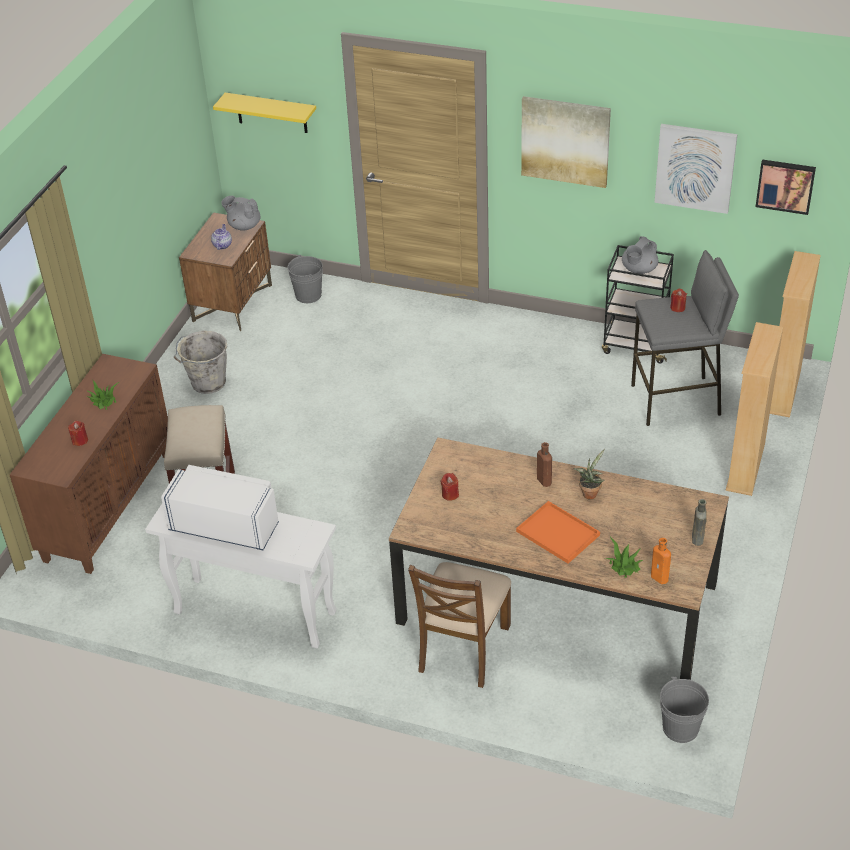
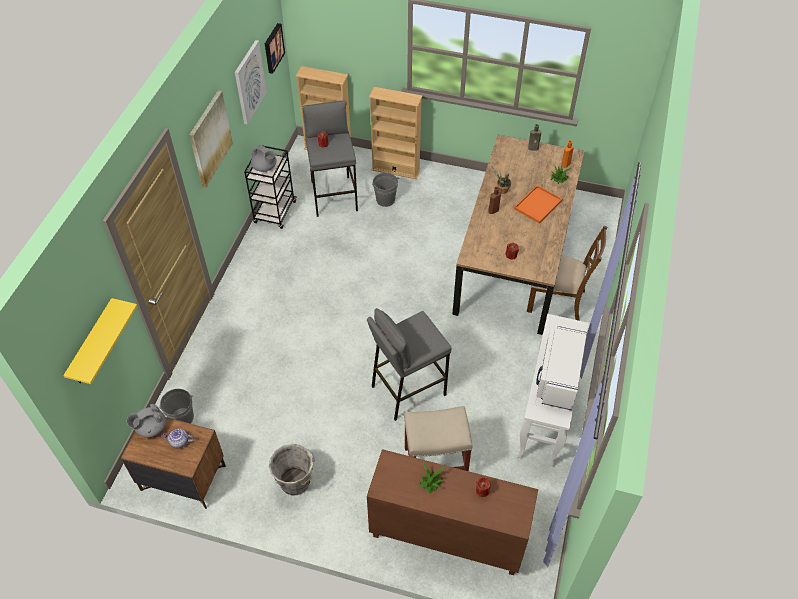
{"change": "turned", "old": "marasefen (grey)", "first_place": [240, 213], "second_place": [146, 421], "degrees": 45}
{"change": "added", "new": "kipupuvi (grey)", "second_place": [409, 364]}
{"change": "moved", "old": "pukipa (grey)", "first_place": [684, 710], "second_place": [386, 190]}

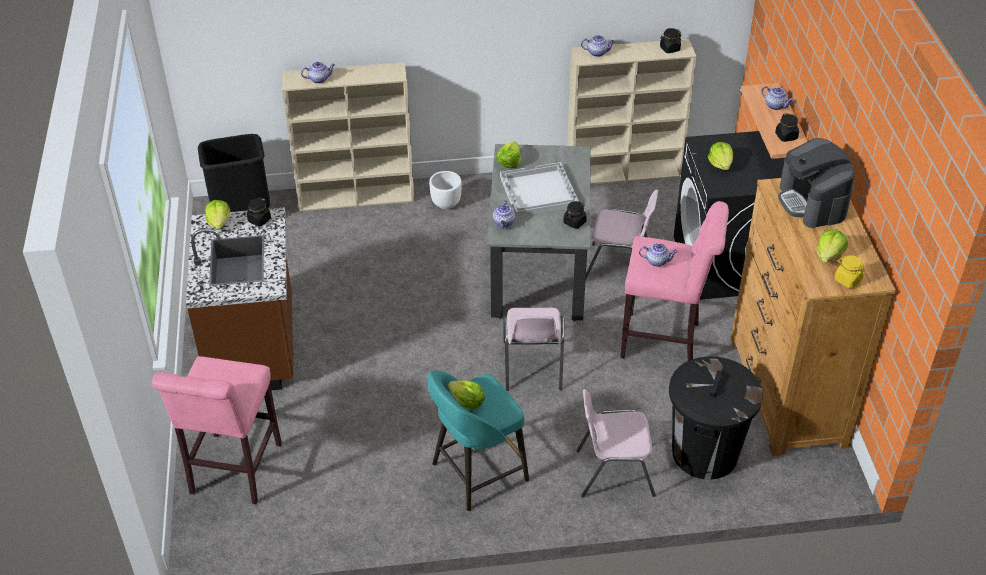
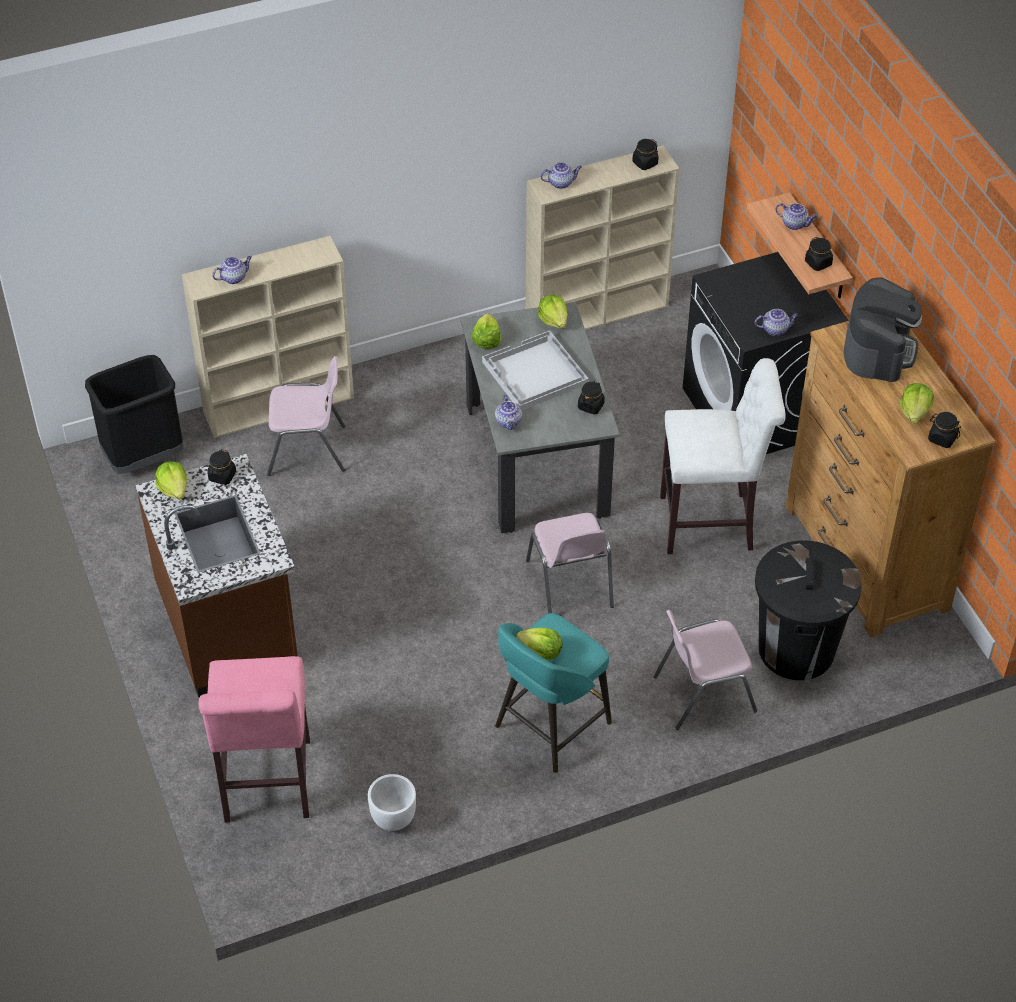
{"change": "moved", "old": "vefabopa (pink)", "first_place": [622, 234], "second_place": [306, 416]}
{"change": "moved", "old": "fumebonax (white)", "first_place": [445, 190], "second_place": [392, 802]}
{"change": "moved", "old": "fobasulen", "first_place": [720, 156], "second_place": [553, 312]}
{"change": "recoloured", "old": "kipupuvi (pink)", "new": "kipupuvi (white)", "first_place": [674, 281], "second_place": [723, 456]}
{"change": "moved", "old": "marasefen", "first_place": [658, 255], "second_place": [777, 322]}
{"change": "turned", "old": "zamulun", "first_place": [816, 183], "second_place": [883, 329], "degrees": -135}
{"change": "recoloured", "old": "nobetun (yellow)", "new": "nobetun (black)", "first_place": [849, 271], "second_place": [944, 430]}

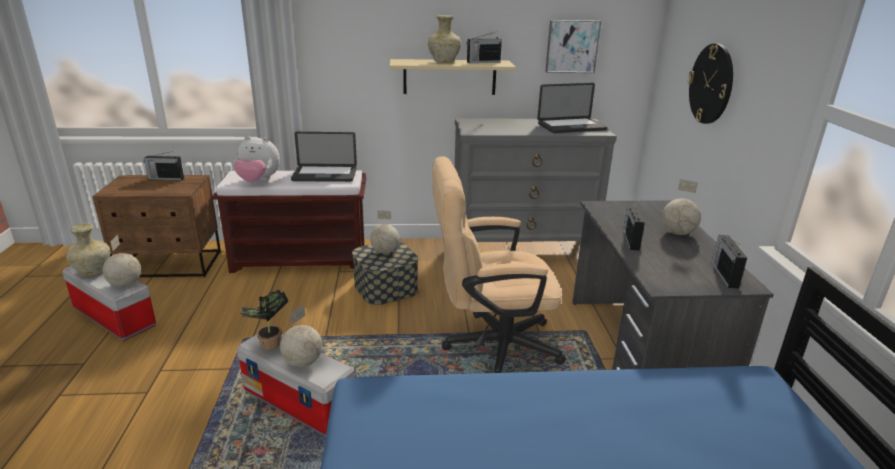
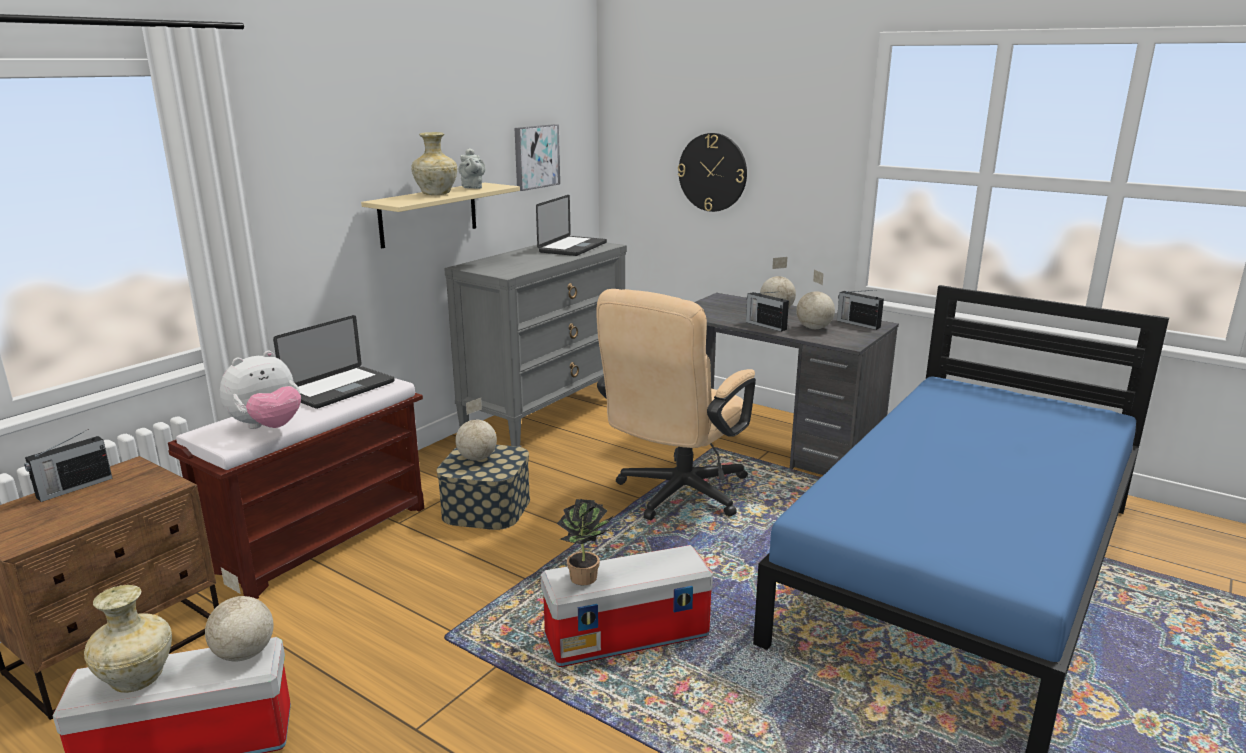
{"change": "replaced", "old": "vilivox", "new": "marasefen (grey)", "first_place": [484, 48], "second_place": [472, 168]}
{"change": "moved", "old": "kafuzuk", "first_place": [301, 336], "second_place": [815, 299]}

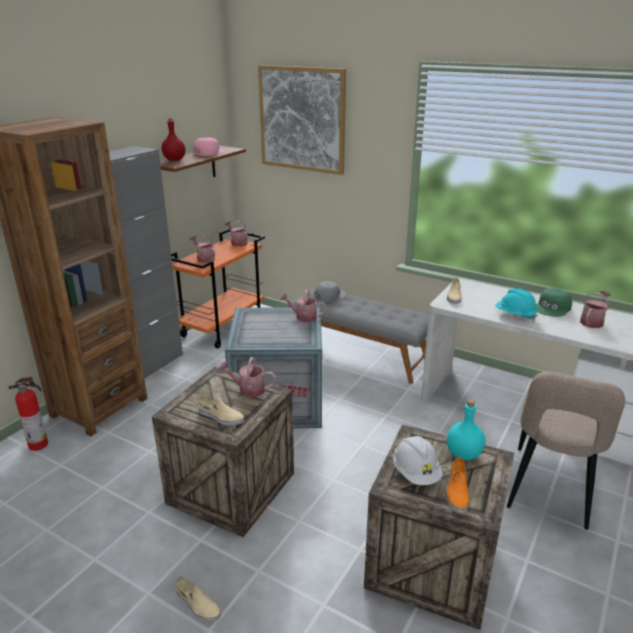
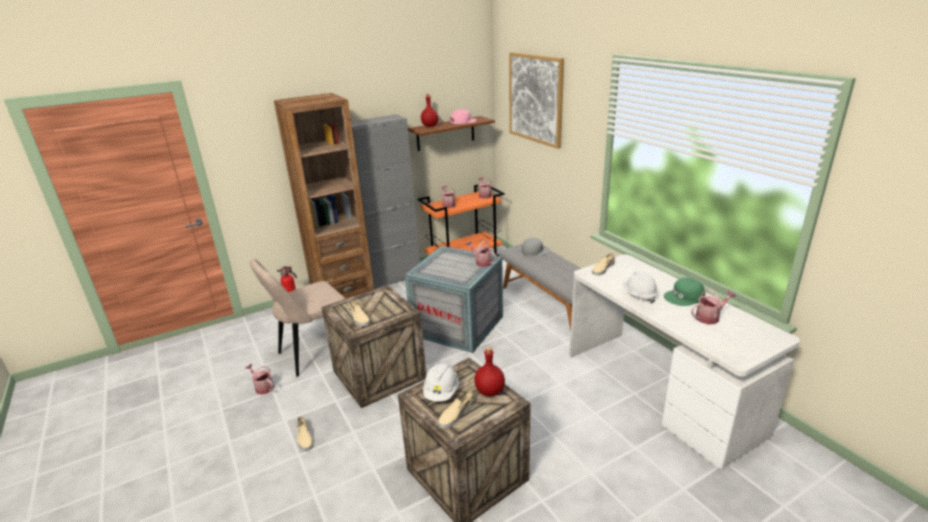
{"change": "moved", "old": "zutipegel", "first_place": [247, 377], "second_place": [259, 379]}
{"change": "moved", "old": "vefabopa (beige)", "first_place": [566, 450], "second_place": [298, 318]}
{"change": "recoloured", "old": "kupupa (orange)", "new": "kupupa (beige)", "first_place": [457, 485], "second_place": [456, 409]}
{"change": "recoloured", "old": "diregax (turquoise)", "new": "diregax (red)", "first_place": [465, 430], "second_place": [489, 371]}
{"change": "recoloured", "old": "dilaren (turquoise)", "new": "dilaren (white)", "first_place": [516, 304], "second_place": [640, 286]}

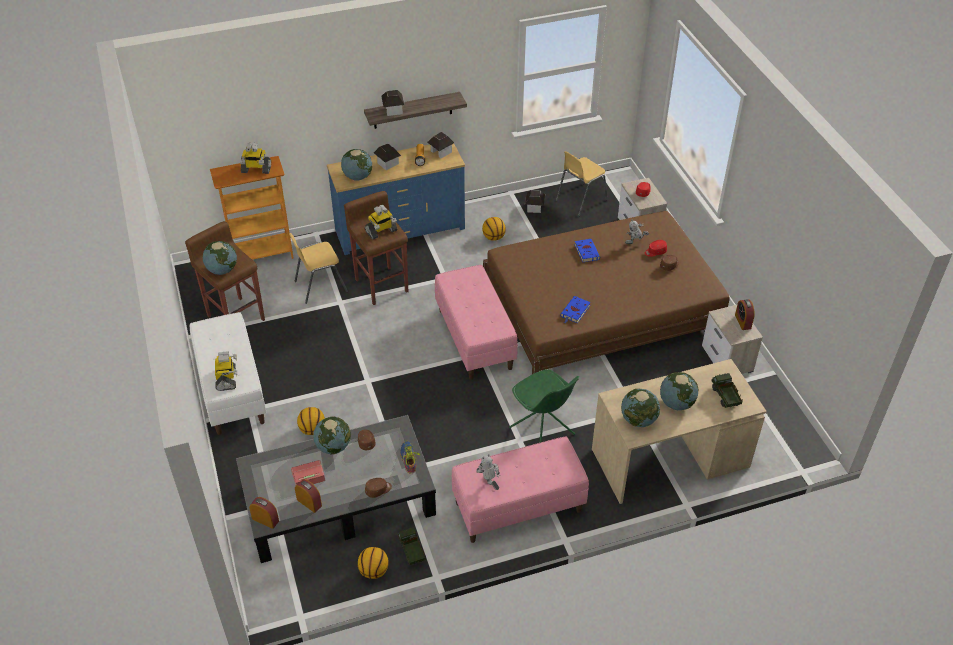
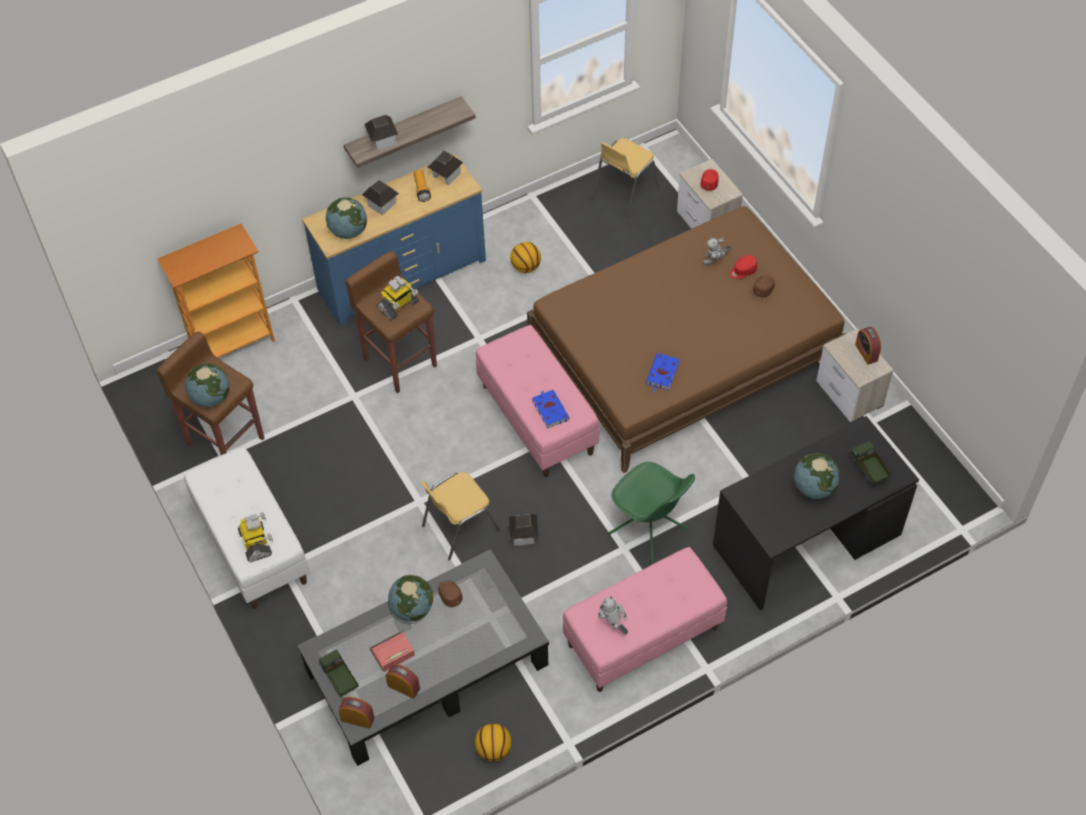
{"change": "moved", "old": "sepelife", "first_place": [411, 546], "second_place": [338, 672]}
{"change": "moved", "old": "vefabopa (yellow)", "first_place": [318, 268], "second_place": [460, 516]}
{"change": "moved", "old": "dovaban", "first_place": [535, 201], "second_place": [523, 530]}
{"change": "moved", "old": "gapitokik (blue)", "first_place": [587, 250], "second_place": [551, 409]}
{"change": "recoloured", "old": "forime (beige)", "new": "forime (black)", "first_place": [679, 431], "second_place": [816, 513]}
{"change": "removed", "old": "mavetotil", "first_place": [255, 158]}
{"change": "removed", "old": "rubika", "first_place": [311, 421]}
{"change": "removed", "old": "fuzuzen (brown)", "first_place": [378, 488]}
{"change": "removed", "old": "kupupa", "first_place": [410, 457]}
{"change": "removed", "old": "kafuzuk", "first_place": [640, 408]}

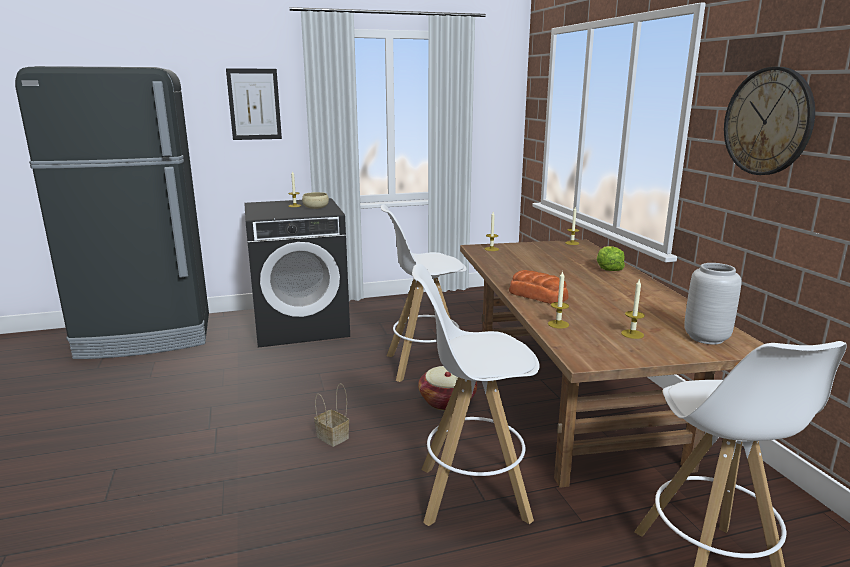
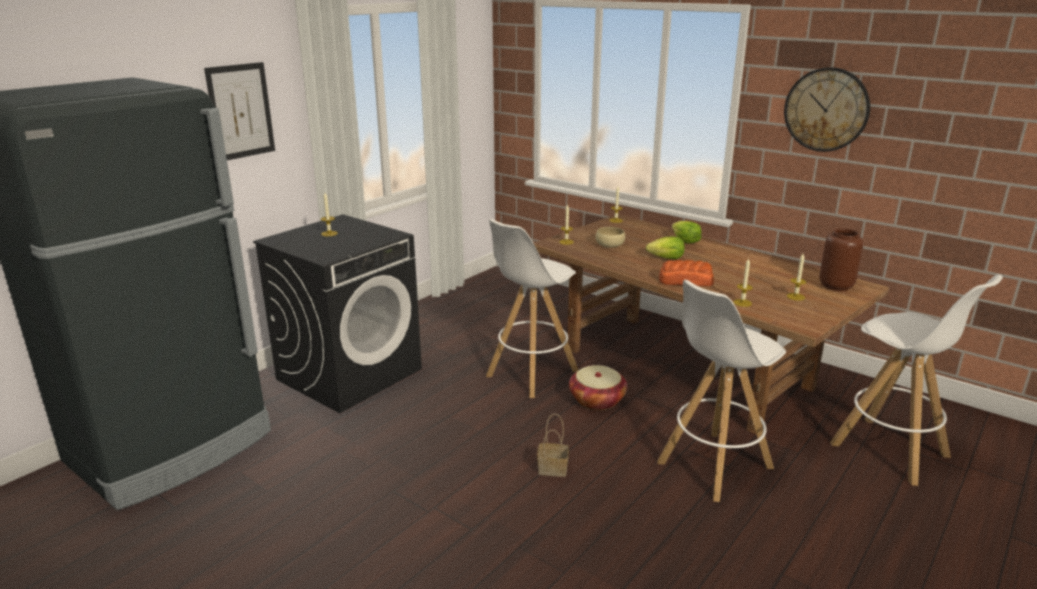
{"change": "moved", "old": "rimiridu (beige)", "first_place": [315, 200], "second_place": [610, 237]}
{"change": "added", "new": "fobasulen", "second_place": [665, 247]}
{"change": "recoloured", "old": "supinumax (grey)", "new": "supinumax (brown)", "first_place": [713, 303], "second_place": [841, 260]}

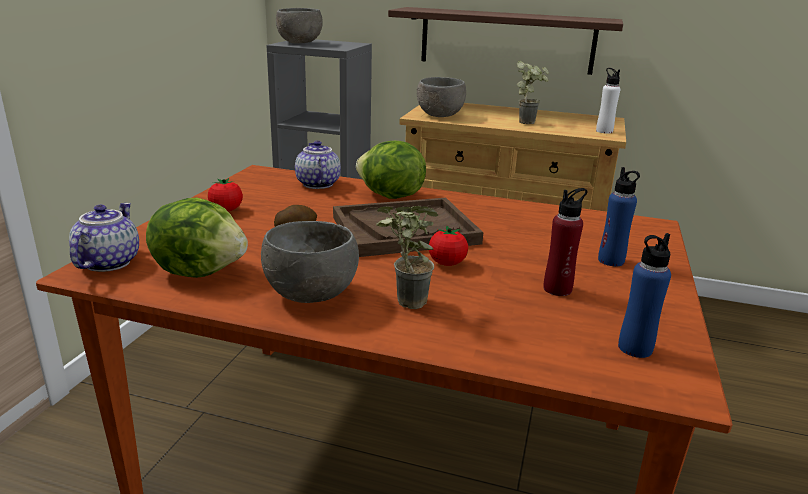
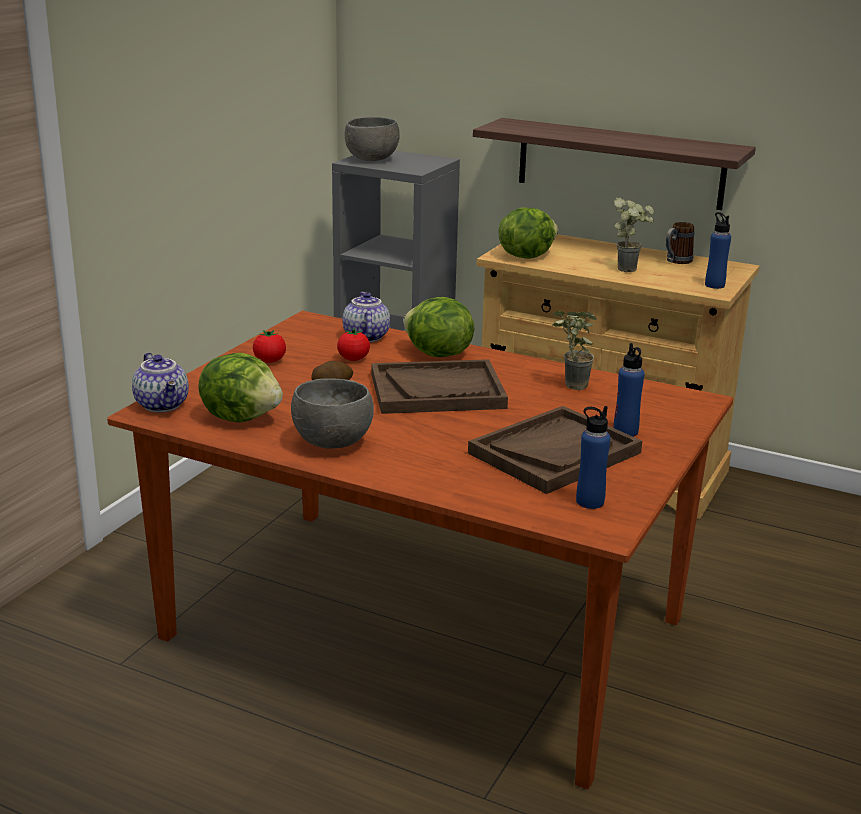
{"change": "turned", "old": "marasefen", "first_place": [104, 237], "second_place": [160, 382], "degrees": 135}
{"change": "moved", "old": "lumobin", "first_place": [448, 245], "second_place": [353, 344]}
{"change": "replaced", "old": "diregax (red)", "new": "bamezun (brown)", "first_place": [565, 242], "second_place": [555, 450]}
{"change": "replaced", "old": "rimiridu (grey)", "new": "fobasulen", "first_place": [441, 97], "second_place": [528, 233]}
{"change": "moved", "old": "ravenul", "first_place": [407, 257], "second_place": [574, 350]}
{"change": "added", "new": "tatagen", "second_place": [680, 243]}
{"change": "recoloured", "old": "diregax (white)", "new": "diregax (blue)", "first_place": [608, 101], "second_place": [718, 250]}

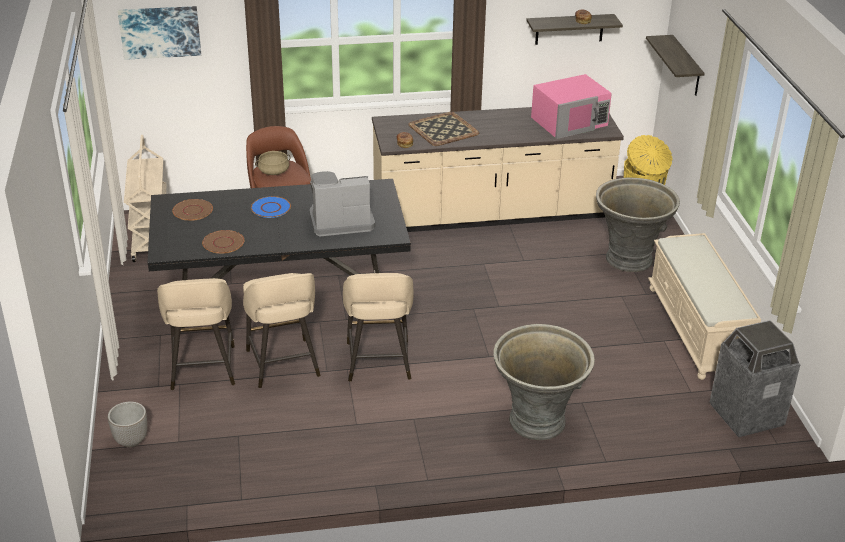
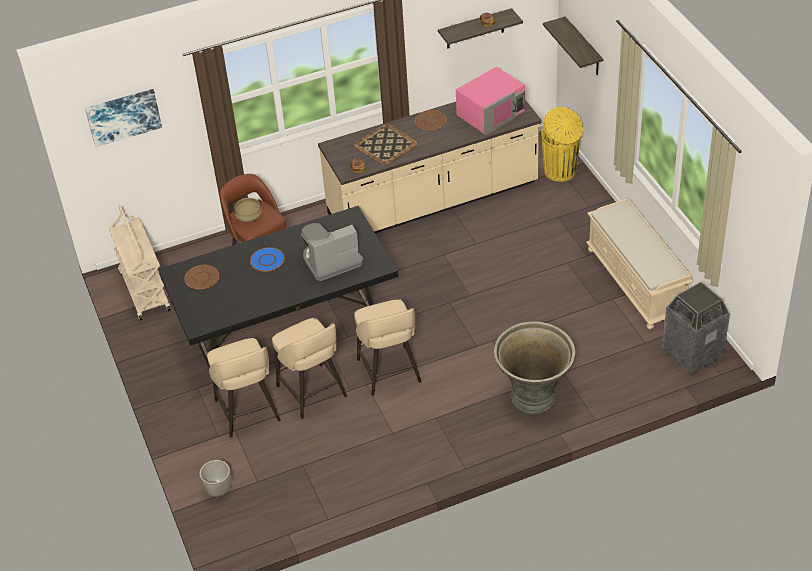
{"change": "moved", "old": "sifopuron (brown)", "first_place": [223, 242], "second_place": [431, 120]}
{"change": "removed", "old": "fumebonax (grey)", "first_place": [638, 225]}

